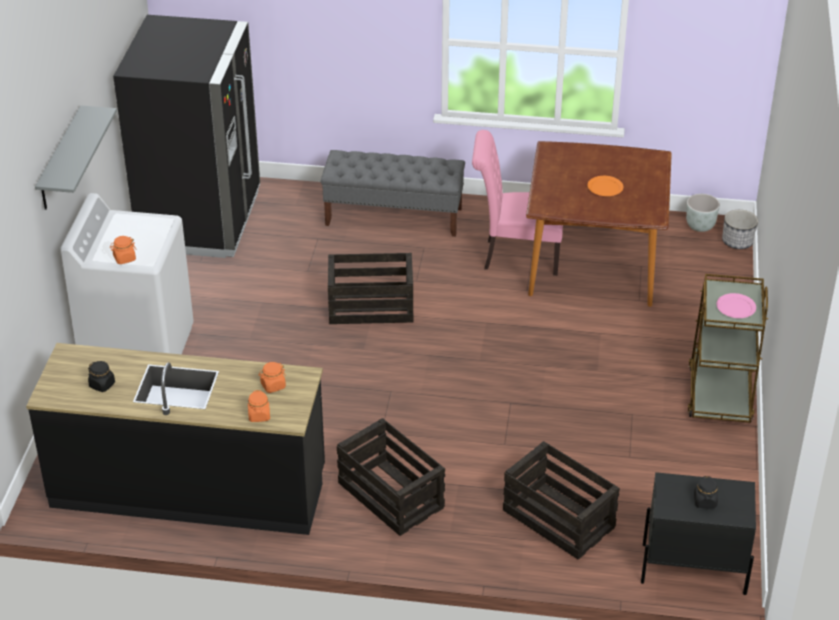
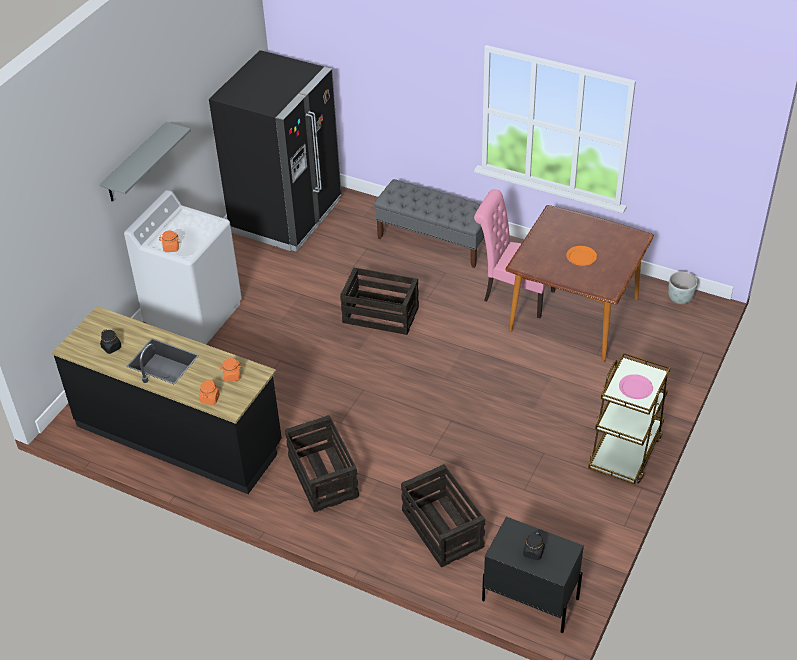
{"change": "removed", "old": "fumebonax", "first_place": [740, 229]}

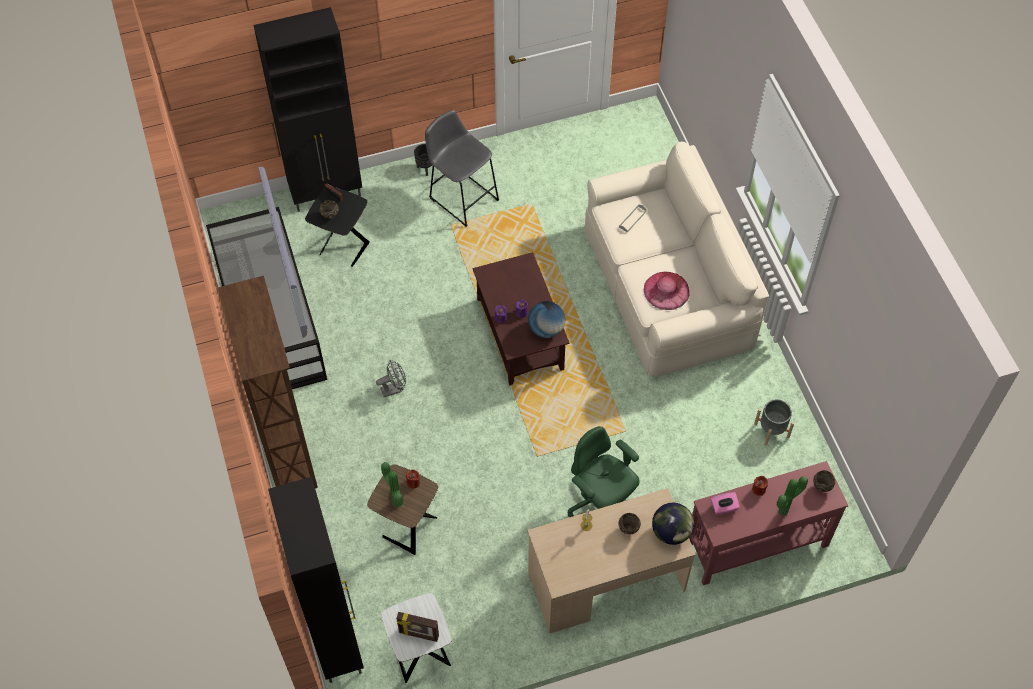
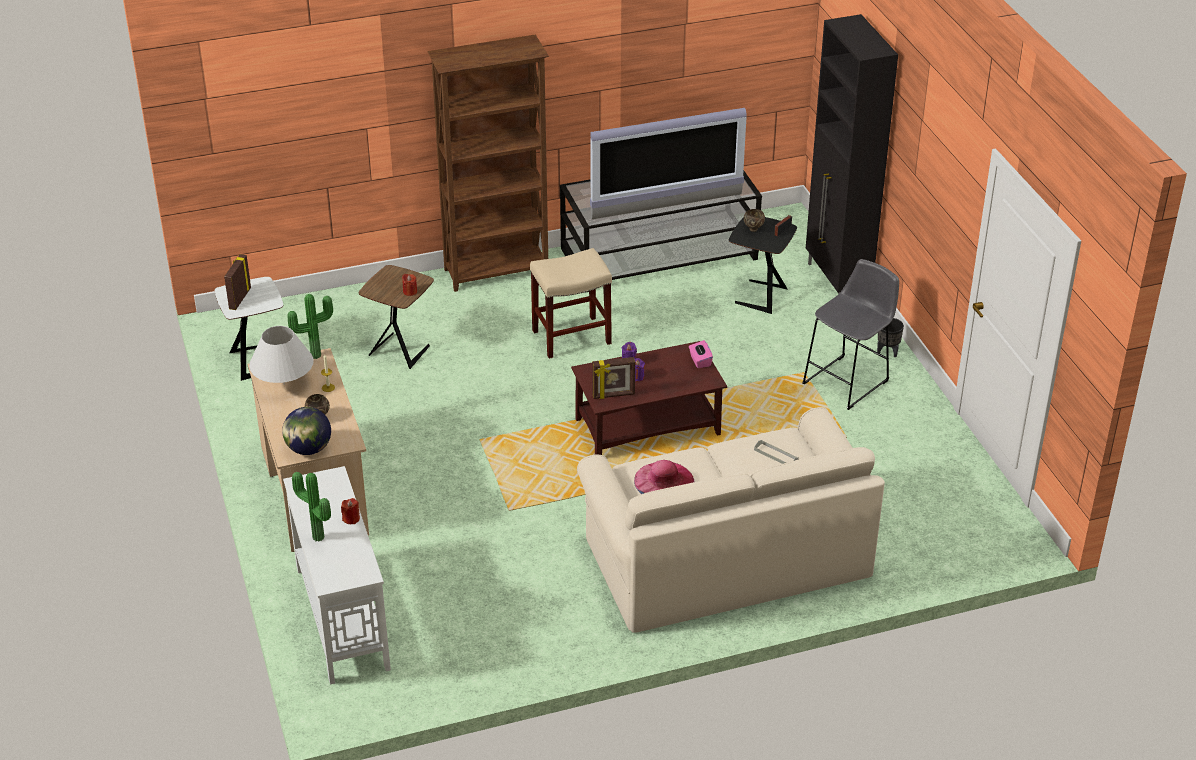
{"change": "added", "new": "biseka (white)", "second_place": [281, 355]}
{"change": "recoloured", "old": "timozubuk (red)", "new": "timozubuk (white)", "first_place": [769, 523], "second_place": [337, 575]}
{"change": "moved", "old": "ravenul", "first_place": [392, 484], "second_place": [310, 326]}
{"change": "replaced", "old": "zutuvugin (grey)", "new": "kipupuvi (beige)", "first_place": [391, 378], "second_place": [571, 303]}
{"change": "replaced", "old": "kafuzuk", "new": "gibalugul", "first_place": [546, 319], "second_place": [613, 378]}
{"change": "moved", "old": "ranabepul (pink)", "first_place": [725, 503], "second_place": [701, 354]}
{"change": "removed", "old": "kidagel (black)", "first_place": [316, 580]}
{"change": "removed", "old": "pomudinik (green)", "first_place": [604, 471]}
{"change": "removed", "old": "fumebonax (grey)", "first_place": [774, 422]}
{"change": "removed", "old": "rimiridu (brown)", "first_place": [824, 481]}

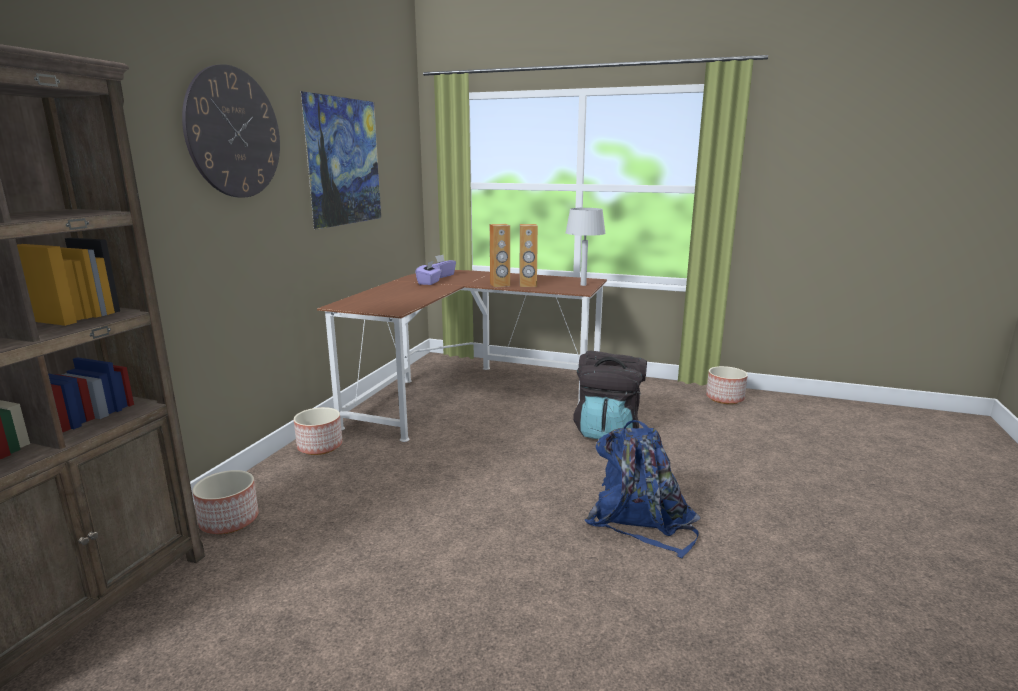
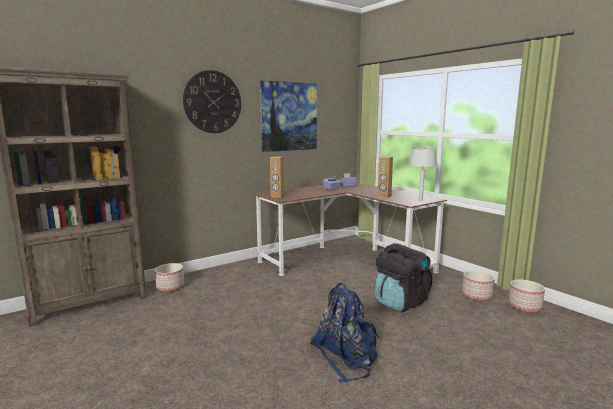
{"change": "moved", "old": "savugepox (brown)", "first_place": [500, 255], "second_place": [277, 177]}
{"change": "moved", "old": "fumebonax", "first_place": [318, 431], "second_place": [478, 285]}

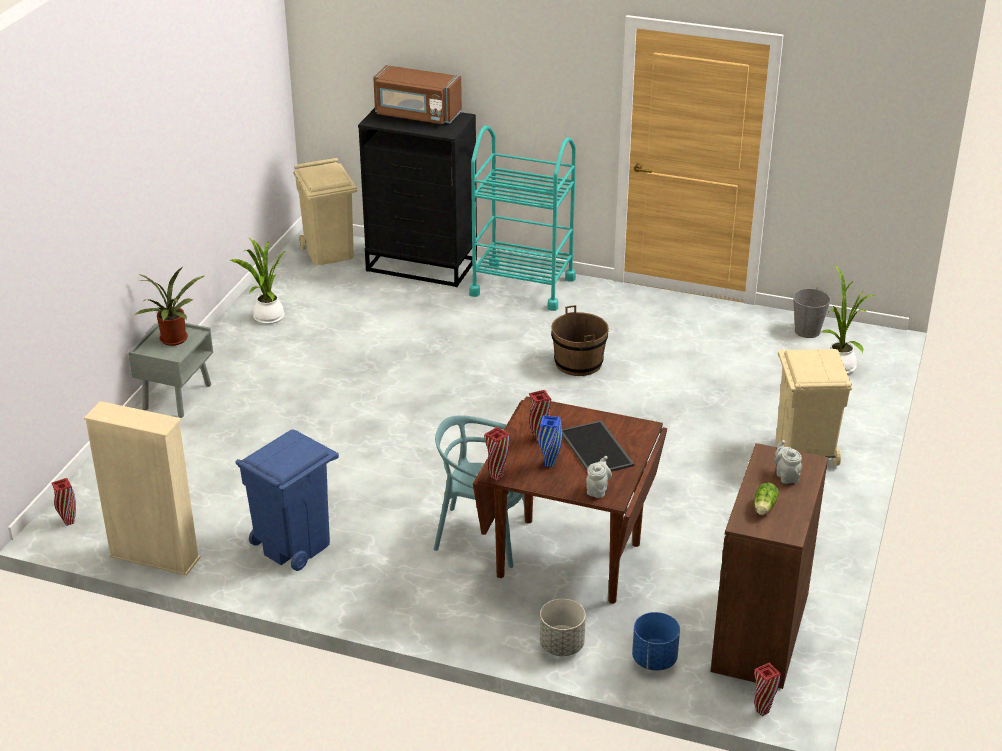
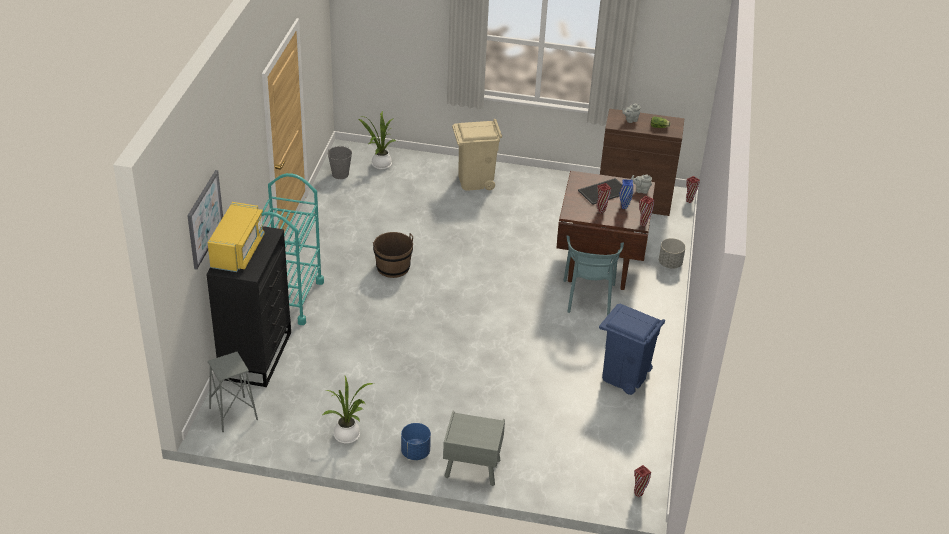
{"change": "added", "new": "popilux", "second_place": [205, 220]}
{"change": "recoloured", "old": "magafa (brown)", "new": "magafa (yellow)", "first_place": [417, 94], "second_place": [236, 237]}
{"change": "replaced", "old": "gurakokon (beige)", "new": "kipupuvi (grey)", "first_place": [325, 211], "second_place": [233, 392]}
{"change": "moved", "old": "fumebonax (blue)", "first_place": [656, 641], "second_place": [416, 441]}
{"change": "removed", "old": "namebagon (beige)", "first_place": [142, 488]}
{"change": "removed", "old": "ravenul", "first_place": [170, 306]}

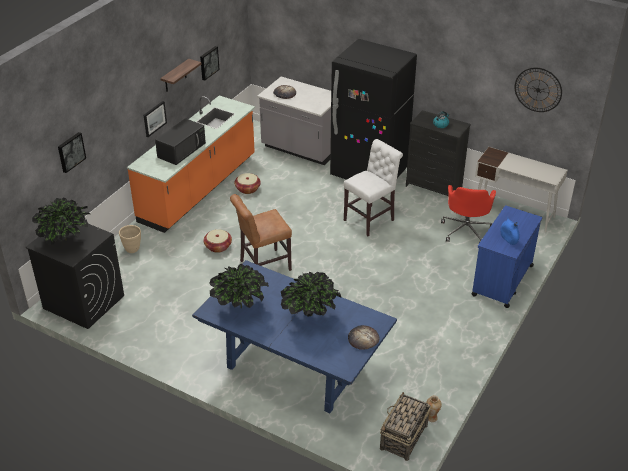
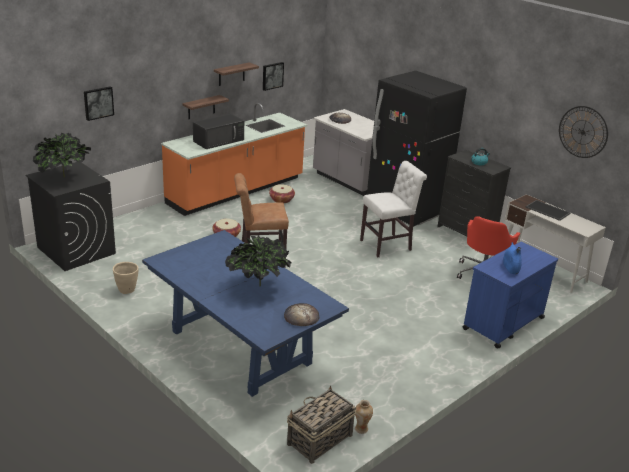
{"change": "moved", "old": "fumebonax (beige)", "first_place": [130, 239], "second_place": [126, 278]}
{"change": "replaced", "old": "popilux", "new": "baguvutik", "first_place": [155, 119], "second_place": [205, 107]}
{"change": "added", "new": "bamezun", "second_place": [548, 210]}
{"change": "removed", "old": "ravenul", "first_place": [239, 286]}

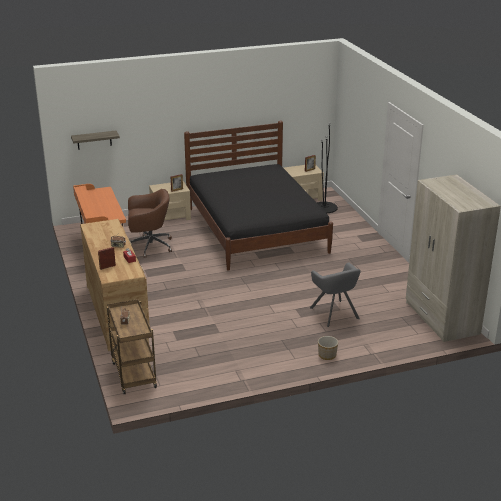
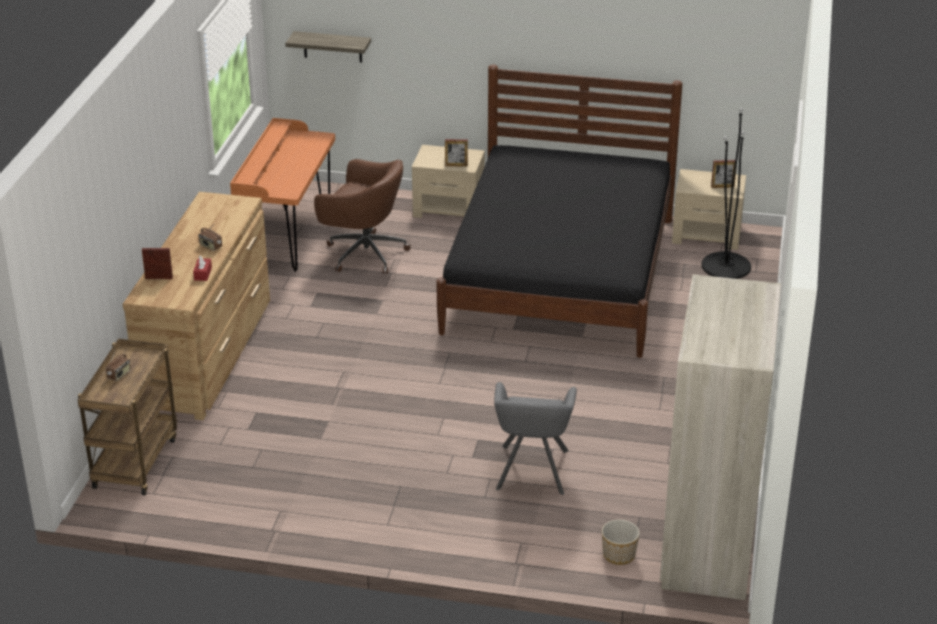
{"change": "moved", "old": "fumebonax", "first_place": [328, 348], "second_place": [621, 542]}

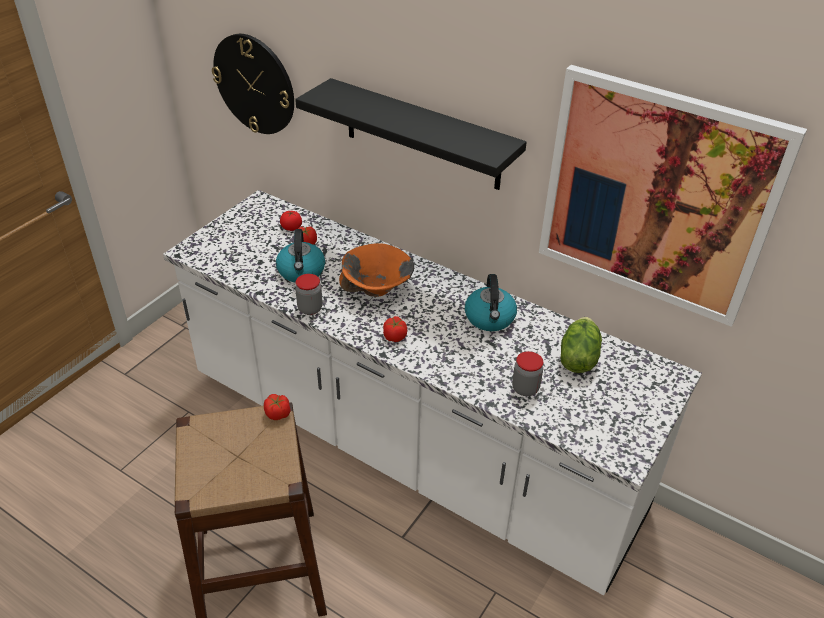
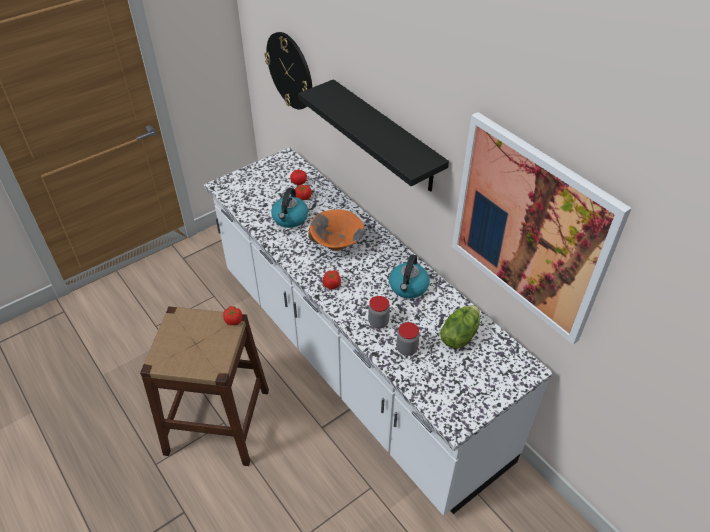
{"change": "moved", "old": "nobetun", "first_place": [309, 294], "second_place": [379, 312]}

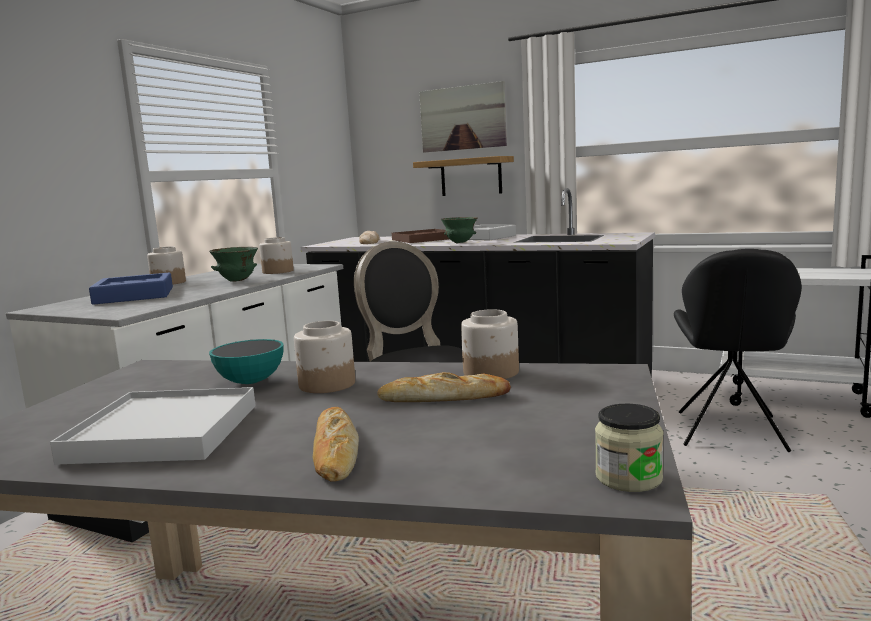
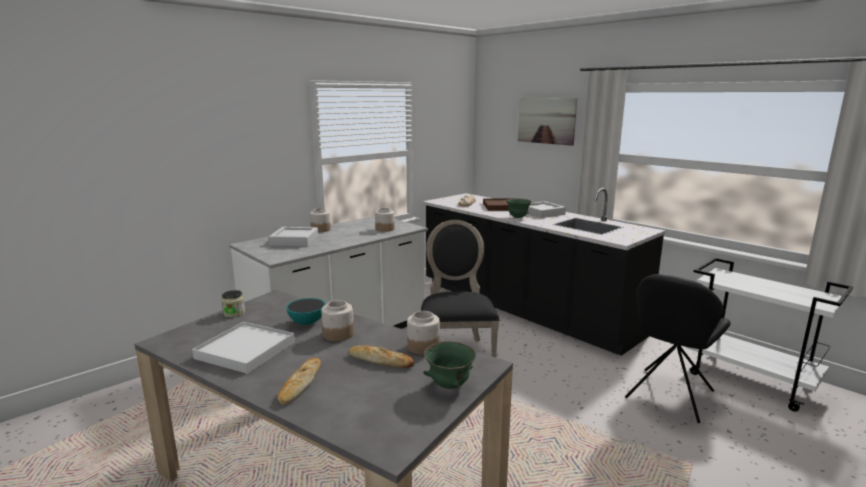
{"change": "moved", "old": "nobetun", "first_place": [629, 448], "second_place": [233, 304]}
{"change": "recoloured", "old": "bamezun (blue)", "new": "bamezun (grey)", "first_place": [131, 288], "second_place": [294, 236]}
{"change": "moved", "old": "rimiridu (green)", "first_place": [233, 264], "second_place": [449, 365]}
{"change": "removed", "old": "baguvutik", "first_place": [463, 176]}

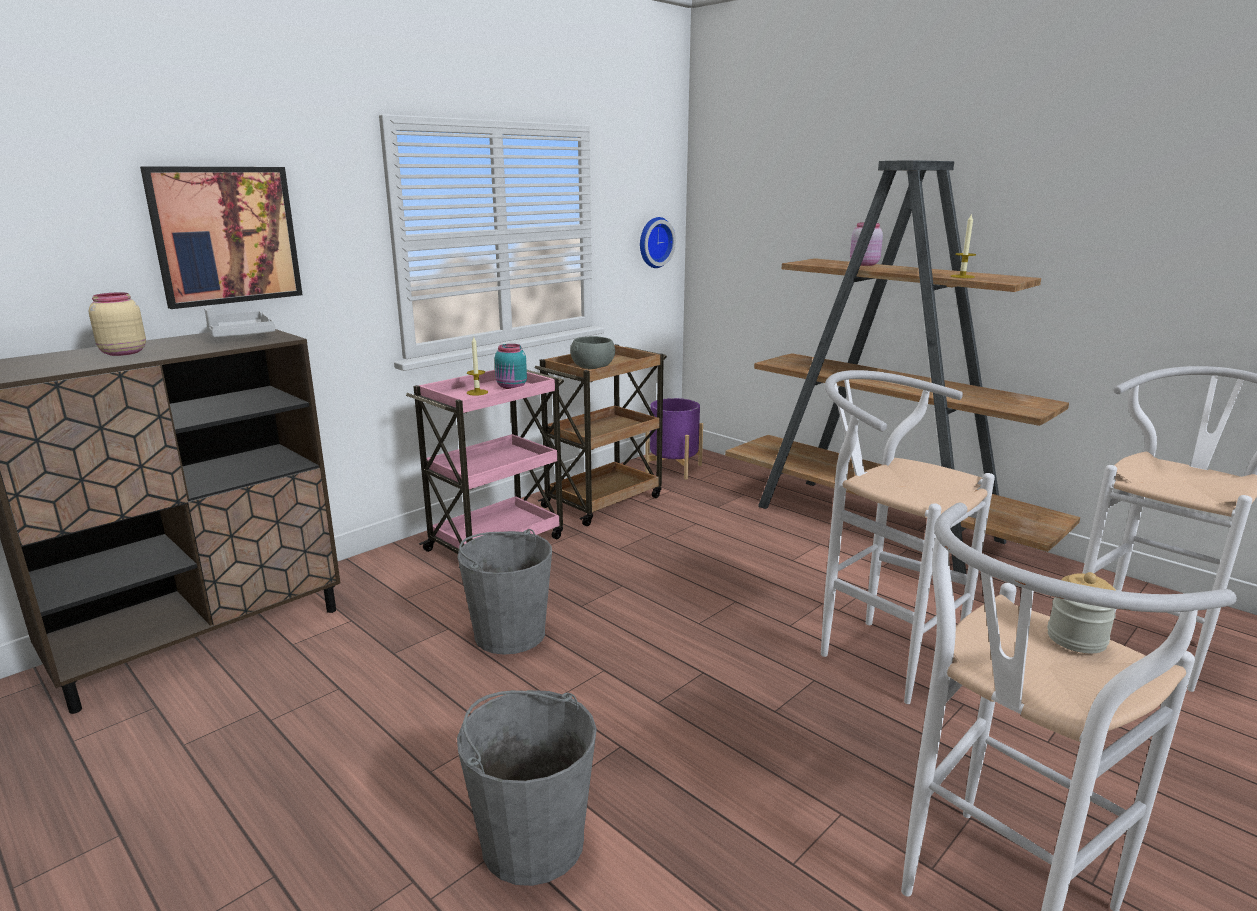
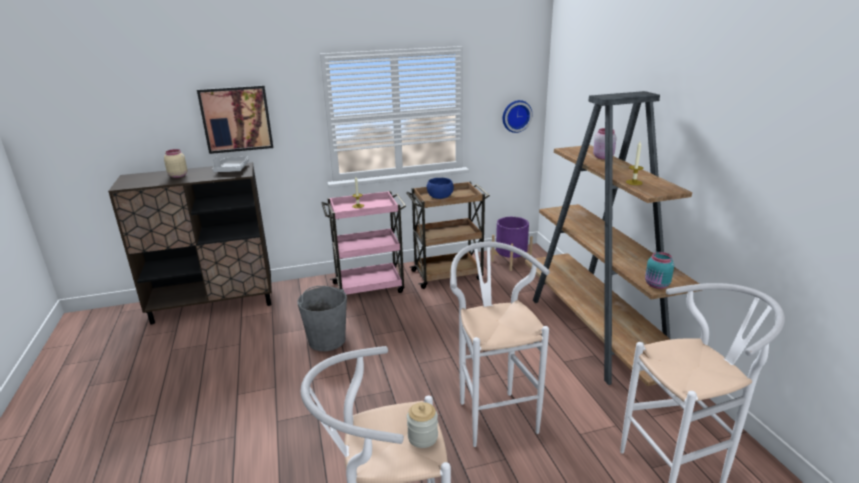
{"change": "recoloured", "old": "rimiridu (grey)", "new": "rimiridu (blue)", "first_place": [592, 352], "second_place": [440, 188]}
{"change": "moved", "old": "nobetun (turquoise)", "first_place": [511, 366], "second_place": [659, 270]}
{"change": "removed", "old": "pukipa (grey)", "first_place": [527, 788]}

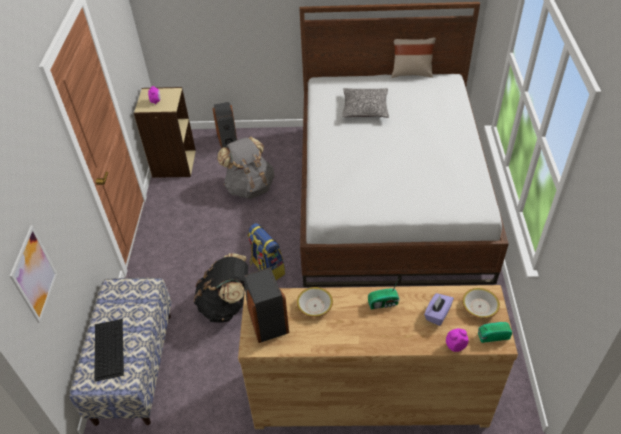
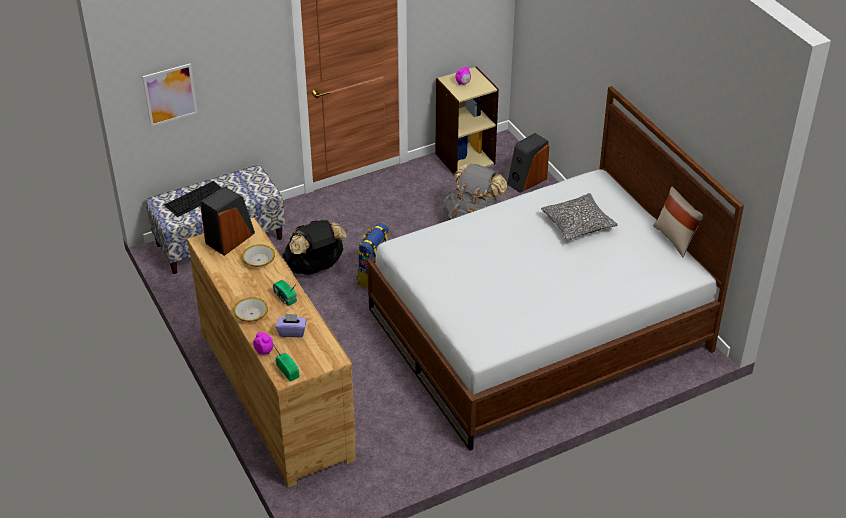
{"change": "moved", "old": "rimiridu", "first_place": [481, 303], "second_place": [251, 309]}

